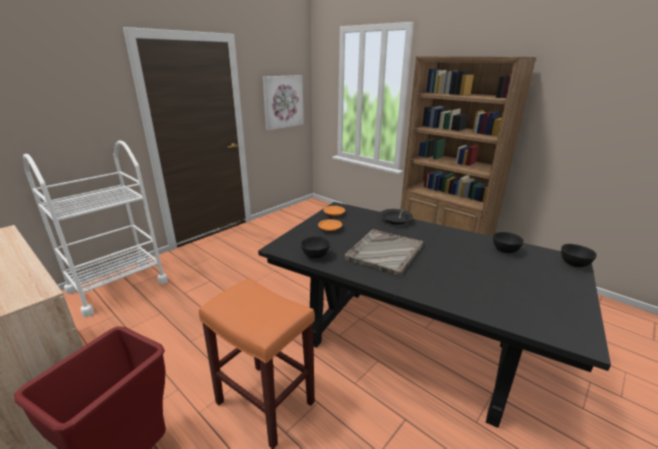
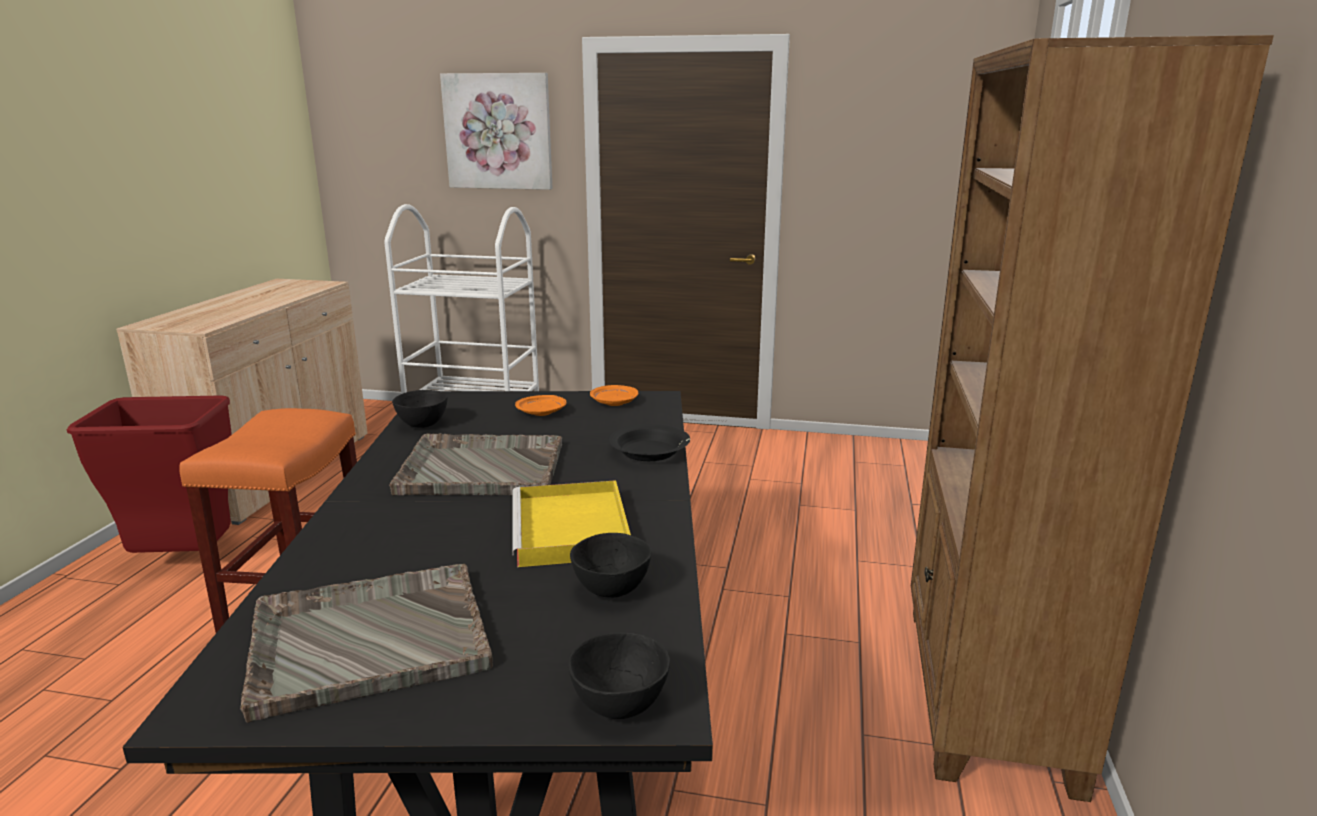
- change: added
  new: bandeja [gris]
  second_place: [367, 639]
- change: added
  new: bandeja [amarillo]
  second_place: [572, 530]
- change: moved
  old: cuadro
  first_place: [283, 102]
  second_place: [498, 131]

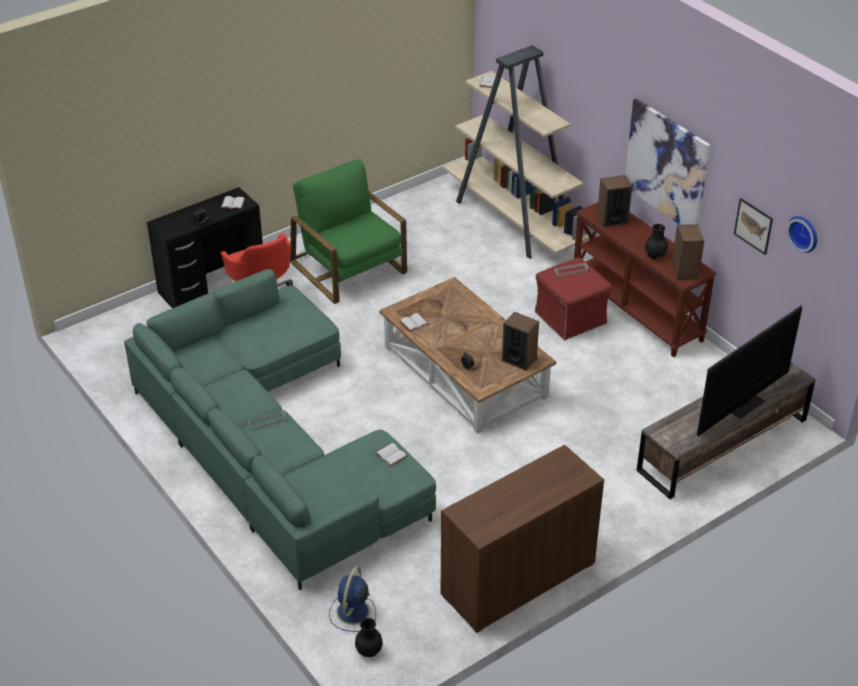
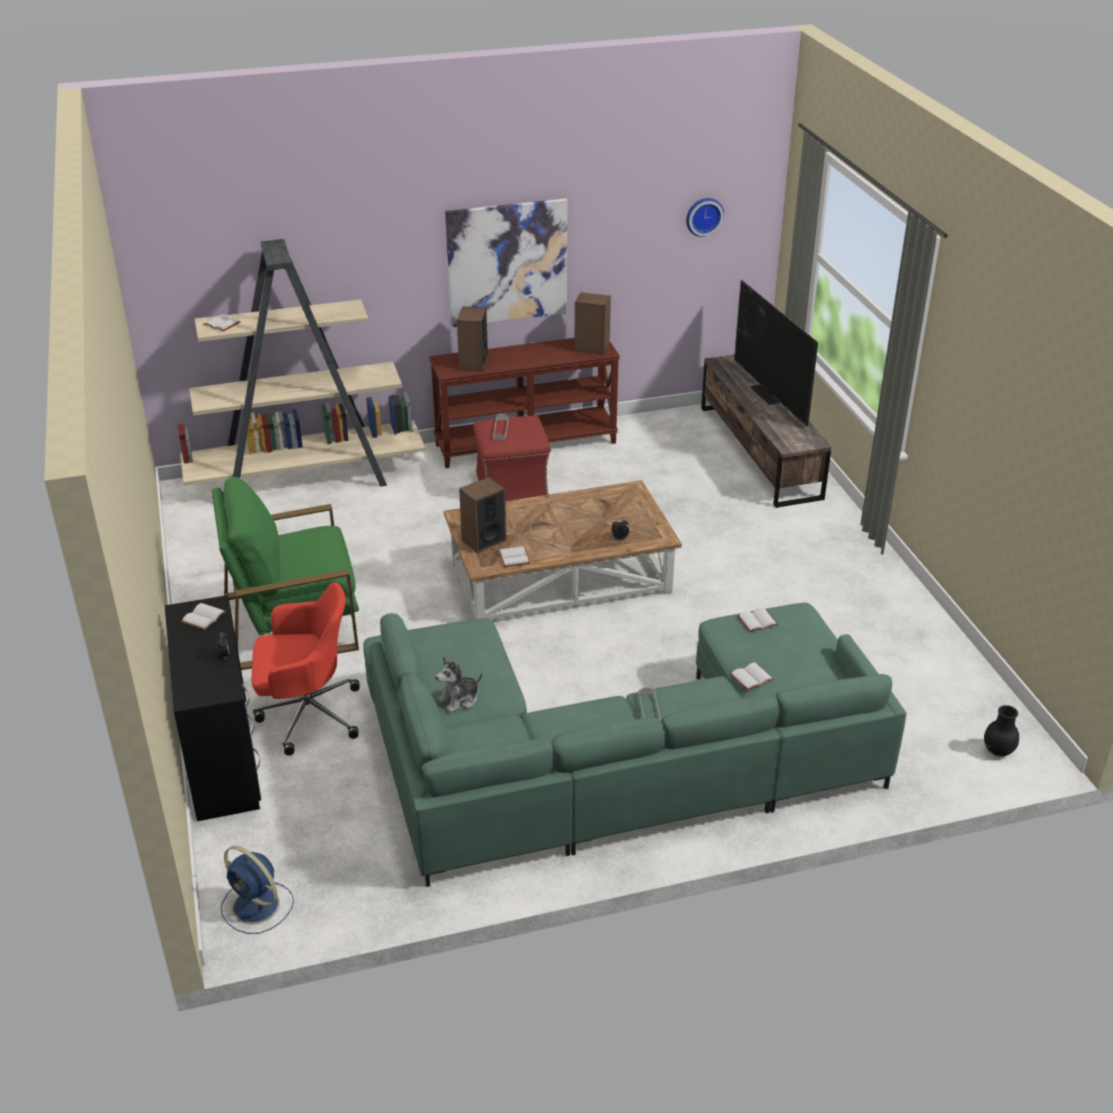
- change: removed
  old: armario [marrón]
  first_place: [518, 579]
- change: removed
  old: florero [negro]
  first_place: [655, 256]
- change: removed
  old: cuadro
  first_place: [753, 226]
- change: added
  new: peluche
  second_place: [459, 699]
- change: added
  new: libro [blanco]
  second_place: [752, 678]
- change: moved
  old: ventilador [azul]
  first_place: [352, 612]
  second_place: [257, 907]
- change: moved
  old: altavoz
  first_place: [519, 359]
  second_place: [483, 540]

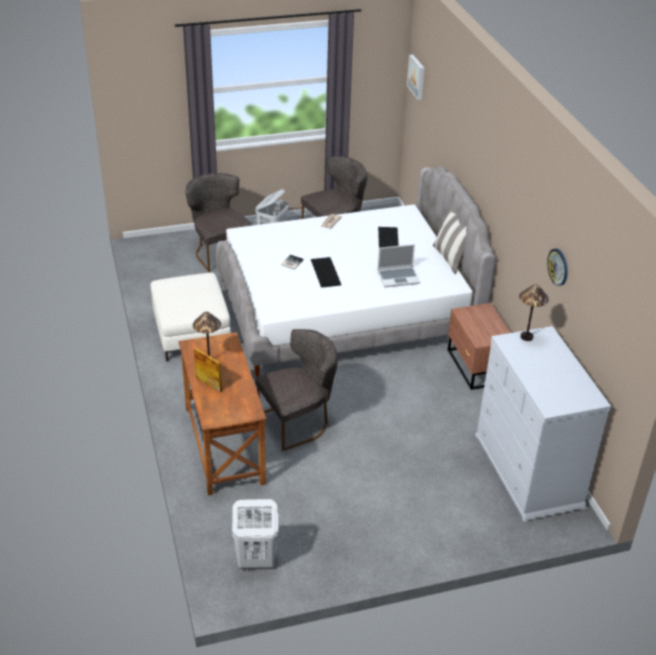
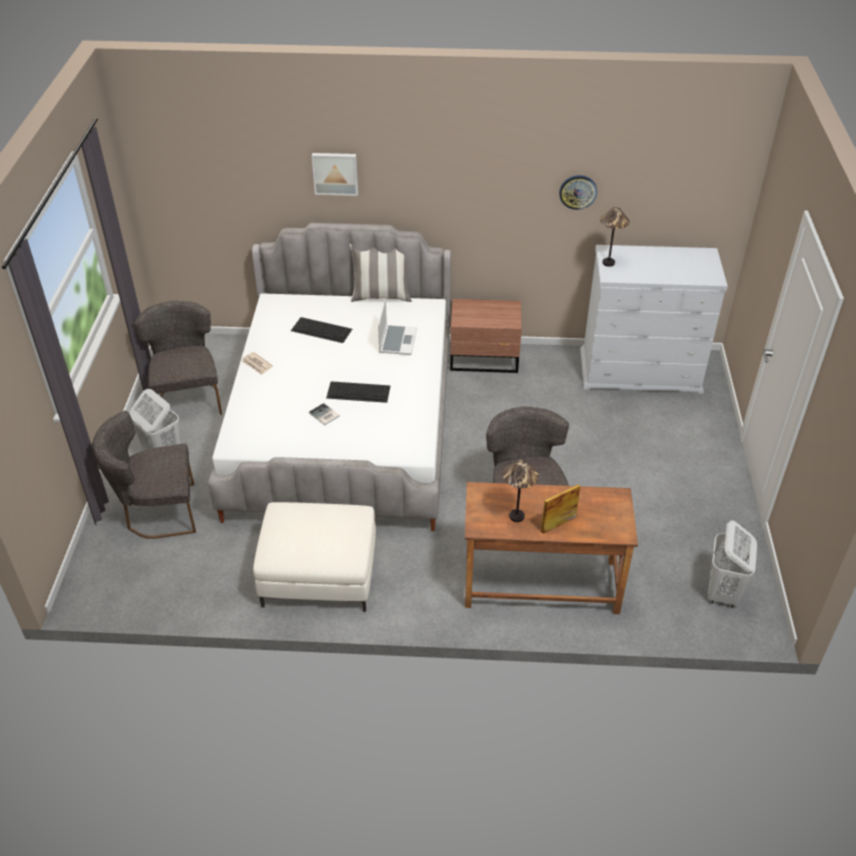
- change: moved
  old: cuadro
  first_place: [417, 76]
  second_place: [335, 173]

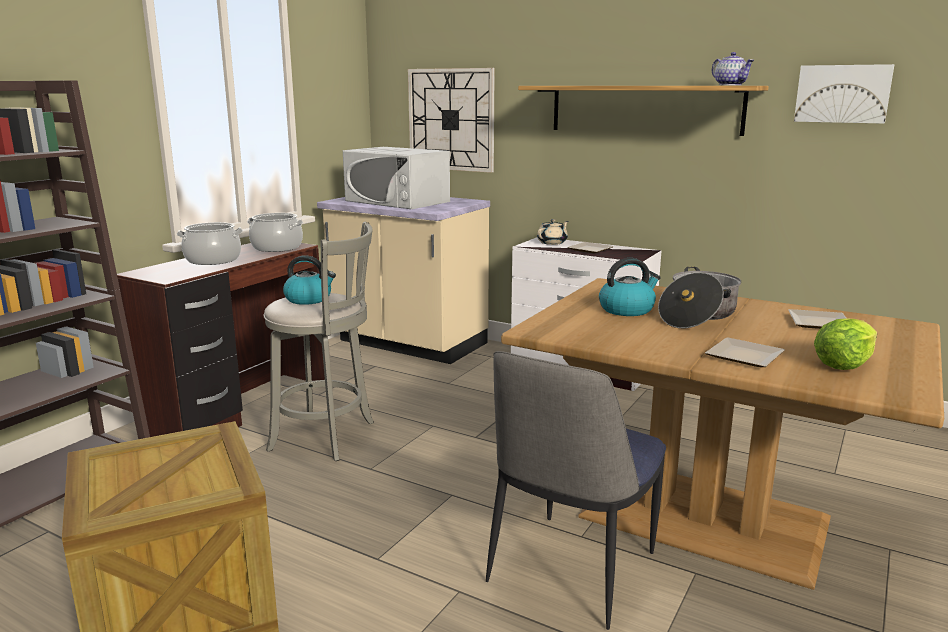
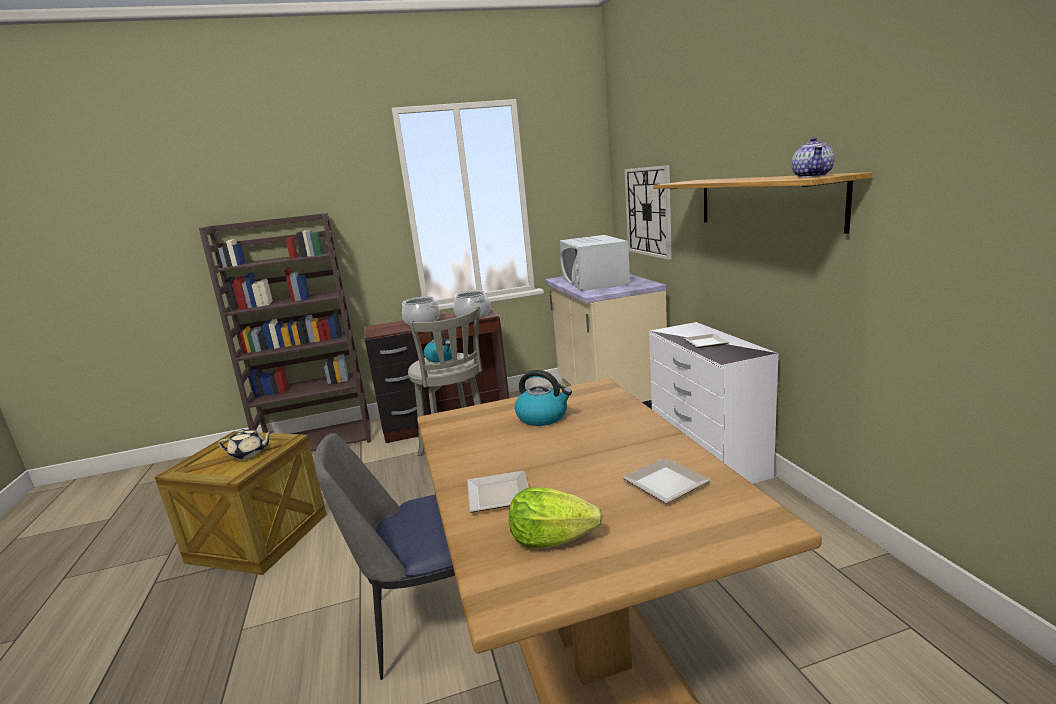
- change: removed
  old: olla
  first_place: [697, 315]
- change: removed
  old: cuadro
  first_place: [842, 94]
- change: moved
  old: tetera [beis]
  first_place: [552, 242]
  second_place: [249, 454]

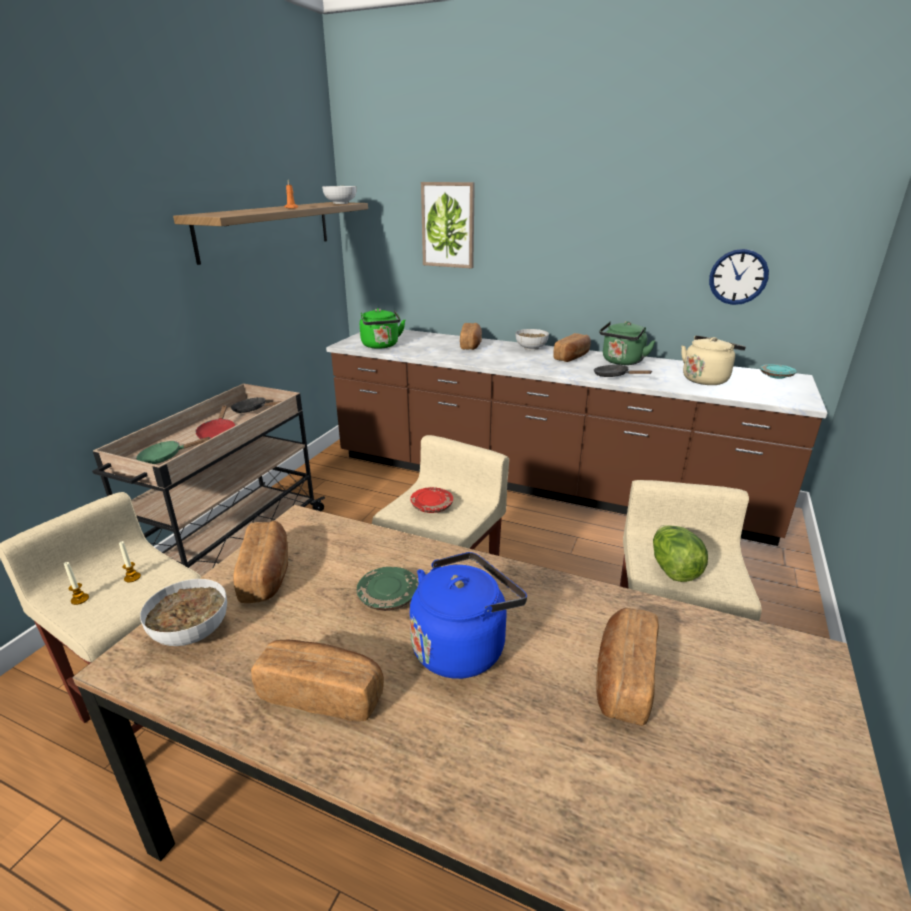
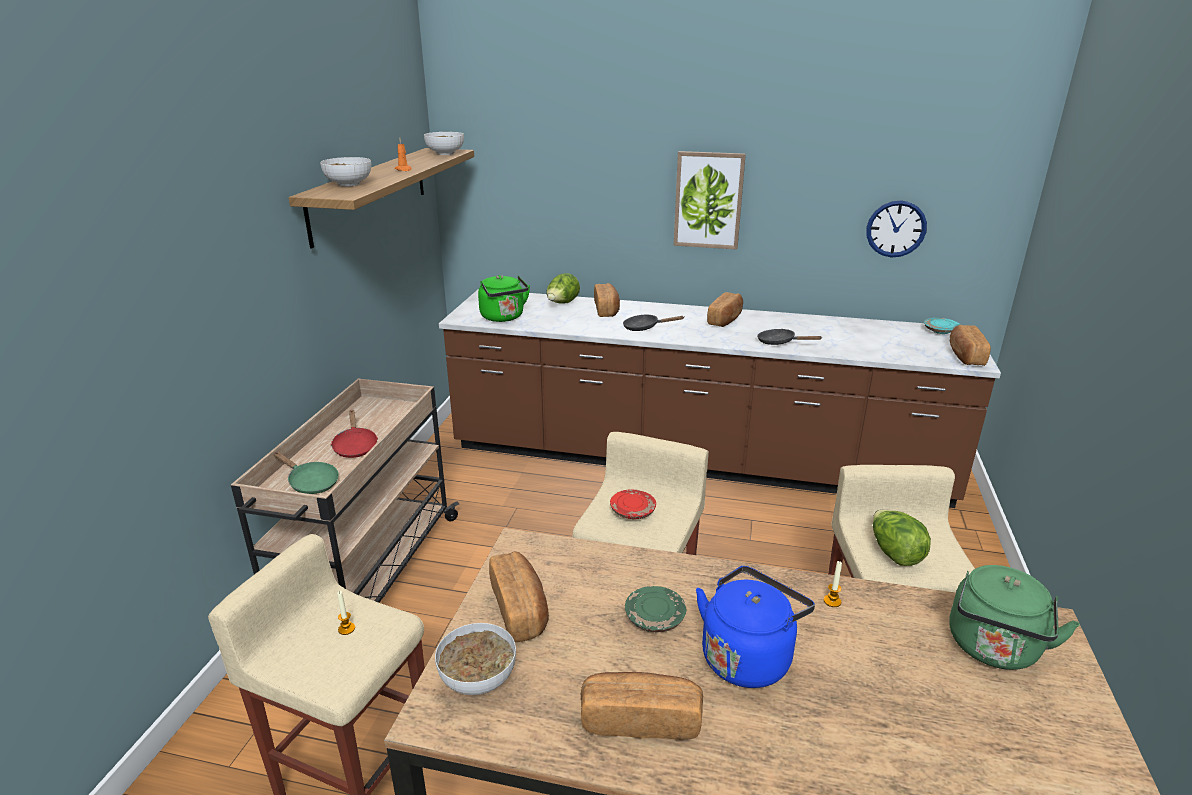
- change: removed
  old: hervidor [beis]
  first_place: [706, 379]
- change: added
  new: lechuga
  second_place: [562, 304]
- change: moved
  old: vela
  first_place: [80, 599]
  second_place: [832, 601]
- change: moved
  old: sartén [negro]
  first_place: [253, 410]
  second_place: [644, 328]
- change: moved
  old: cuadro
  first_place: [448, 225]
  second_place: [708, 200]
- change: moved
  old: cuenco
  first_place: [531, 348]
  second_place: [349, 184]
- change: moved
  old: pan
  first_place: [623, 678]
  second_place: [965, 355]
- change: moved
  old: hervidor [verde]
  first_place: [621, 362]
  second_place: [993, 649]
- change: turned
  old: sartén [verde]
  first_place: [166, 457]
  second_place: [310, 482]
  degrees: -120

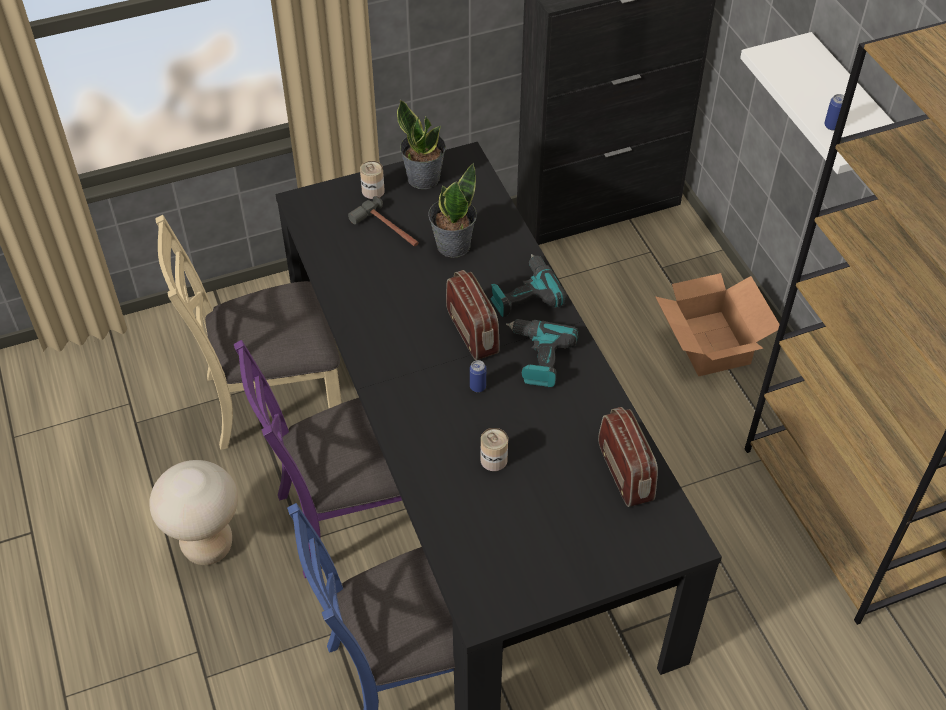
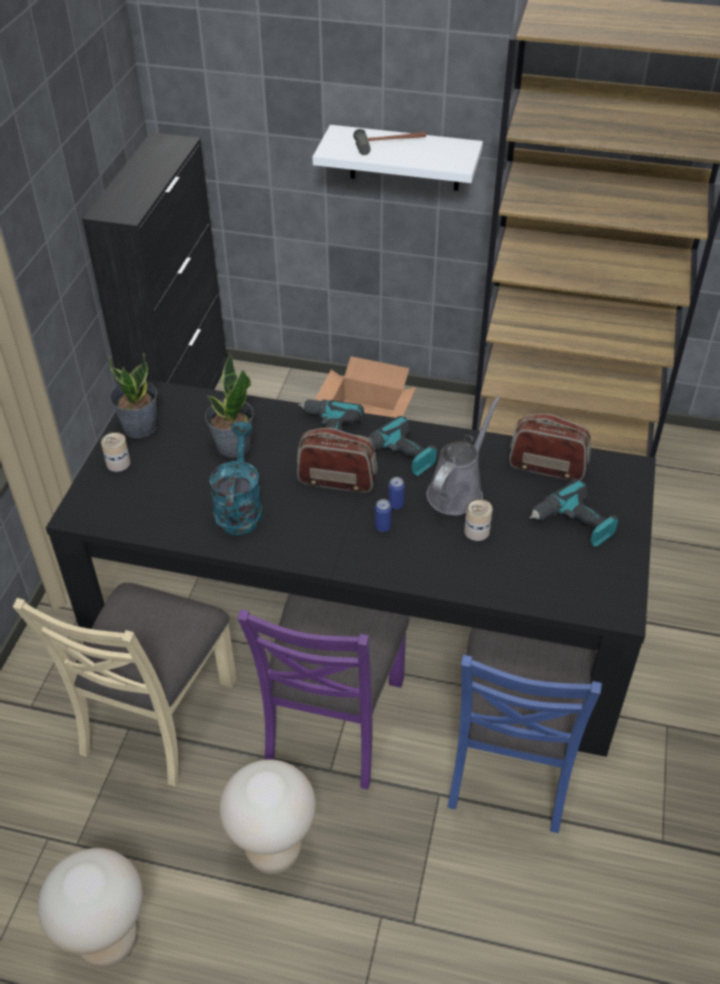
- change: added
  new: taburete [beis]
  second_place: [109, 941]
- change: added
  new: regadera [turquesa]
  second_place: [239, 507]
- change: added
  new: regadera [gris]
  second_place: [458, 491]
- change: added
  new: taladro
  second_place: [573, 524]
- change: moved
  old: martillo
  first_place: [388, 230]
  second_place: [390, 144]
- change: moved
  old: lata
  first_place: [832, 126]
  second_place: [382, 527]

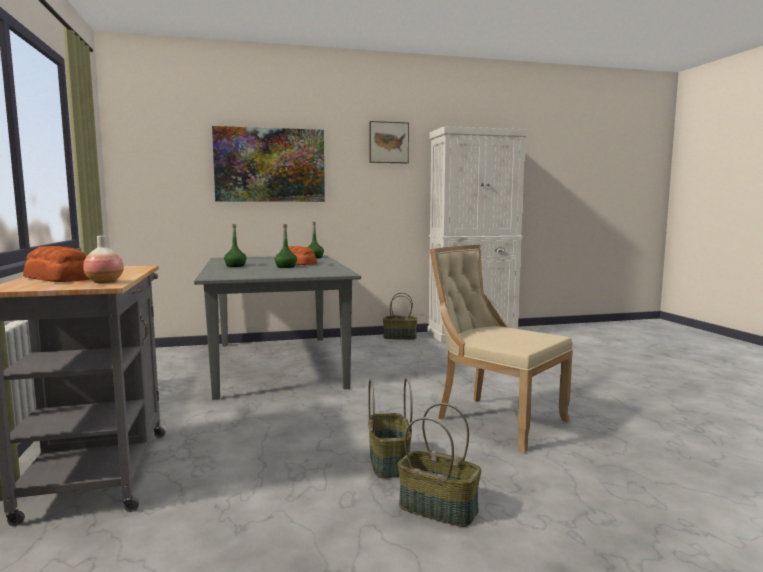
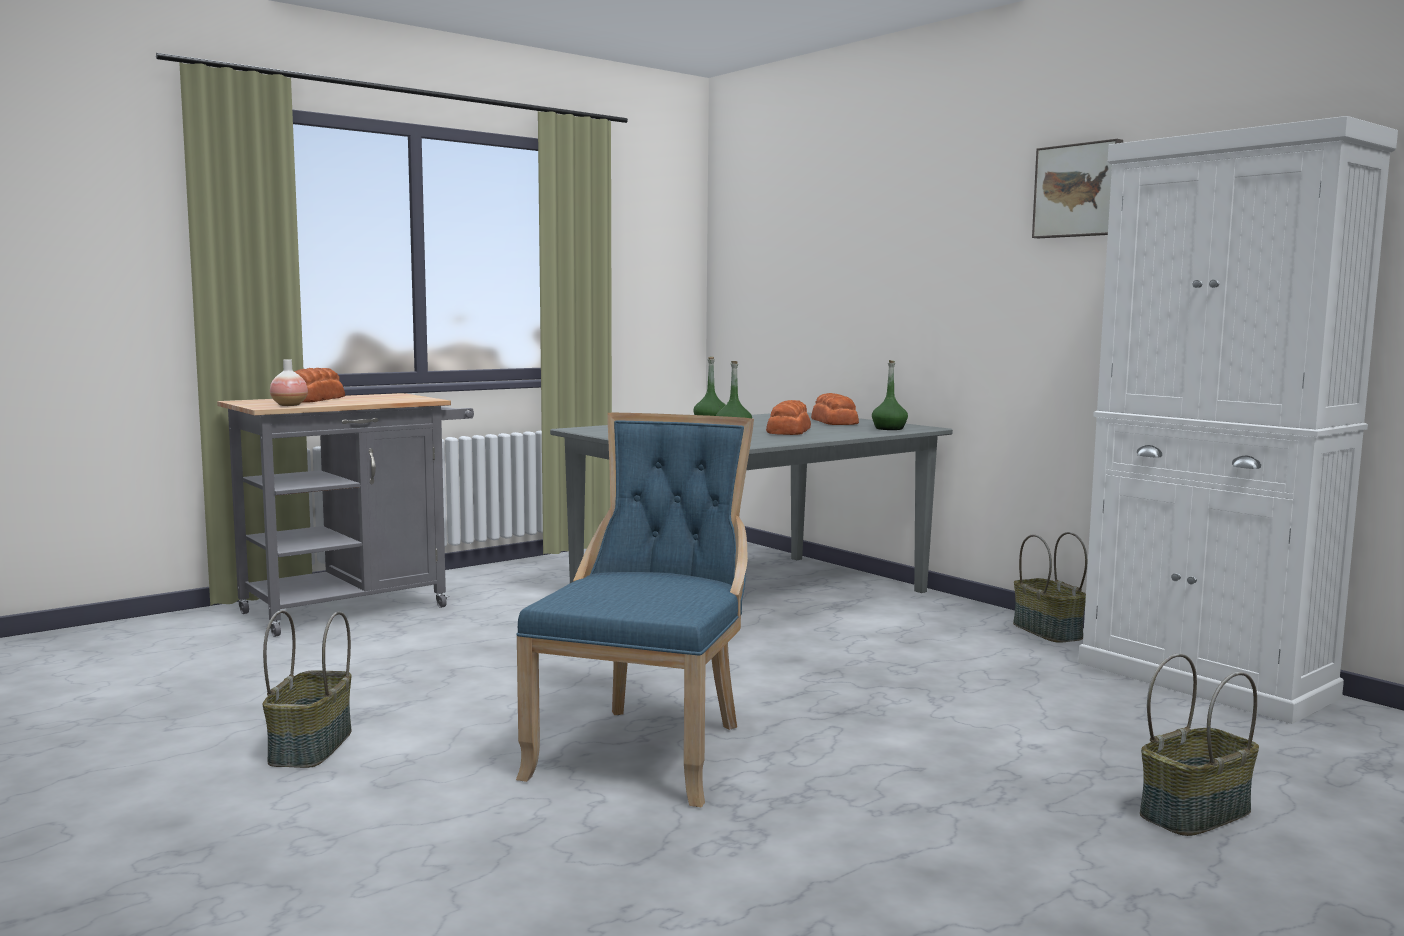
- change: removed
  old: cuadro
  first_place: [270, 165]
- change: added
  new: pan
  second_place: [834, 422]
- change: moved
  old: cesta
  first_place: [388, 462]
  second_place: [1194, 812]
- change: recoloured
  old: silla [beis]
  new: silla [azul]
  first_place: [495, 420]
  second_place: [647, 750]

